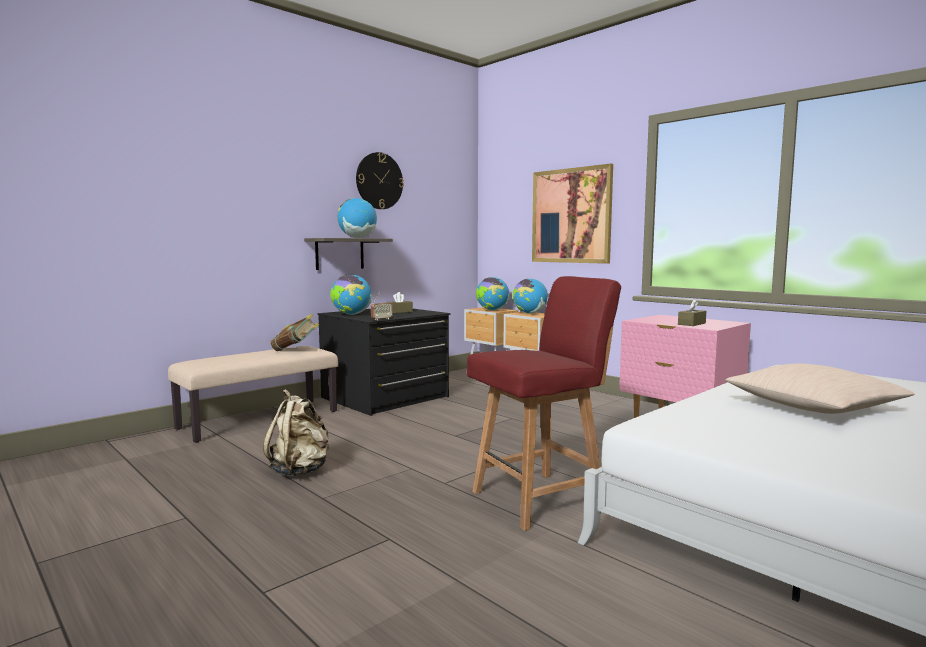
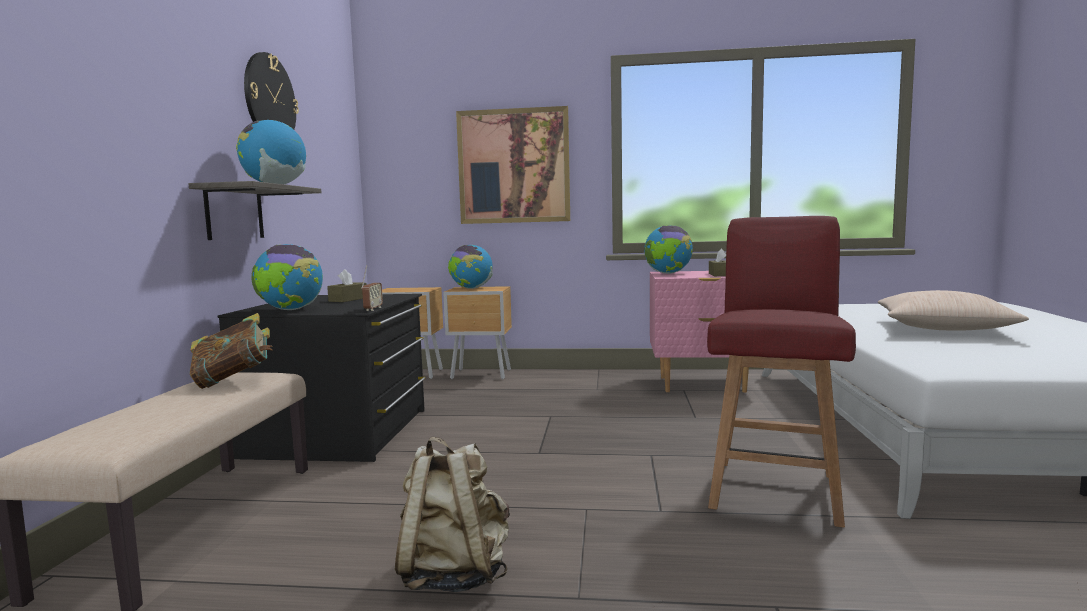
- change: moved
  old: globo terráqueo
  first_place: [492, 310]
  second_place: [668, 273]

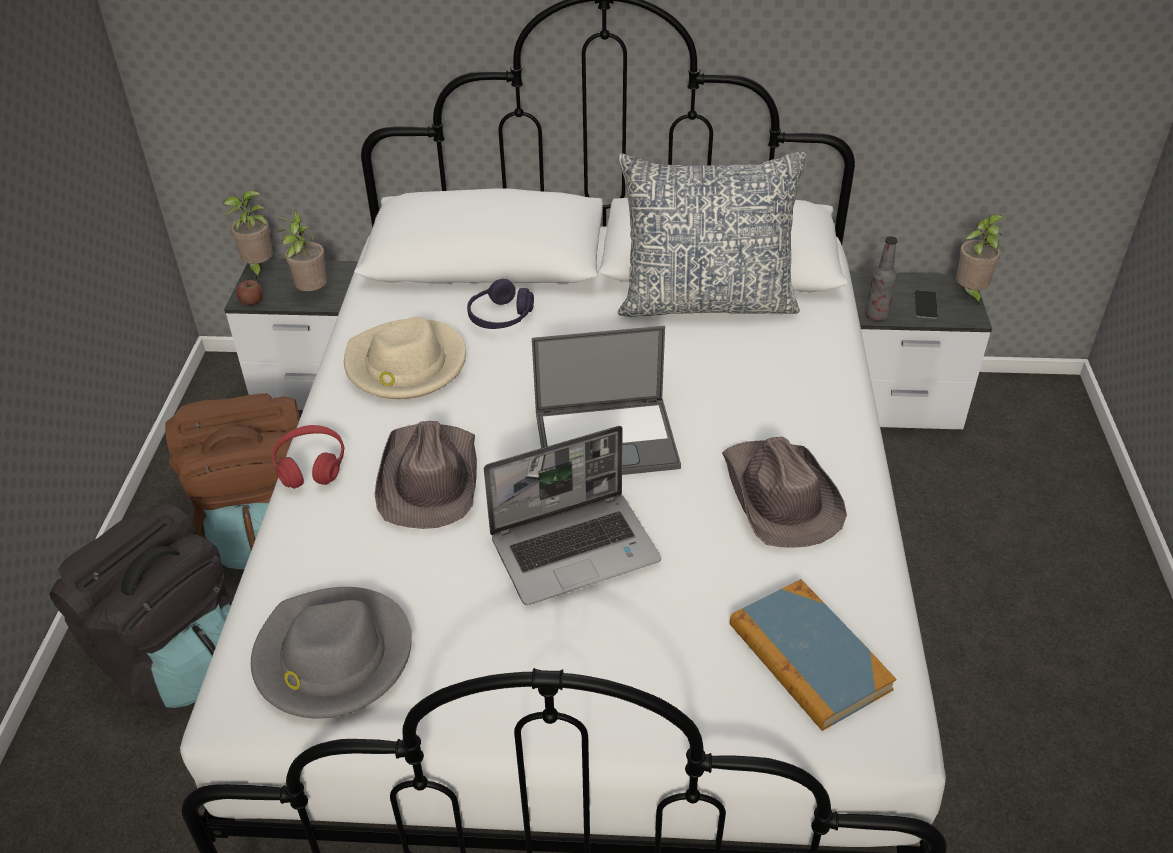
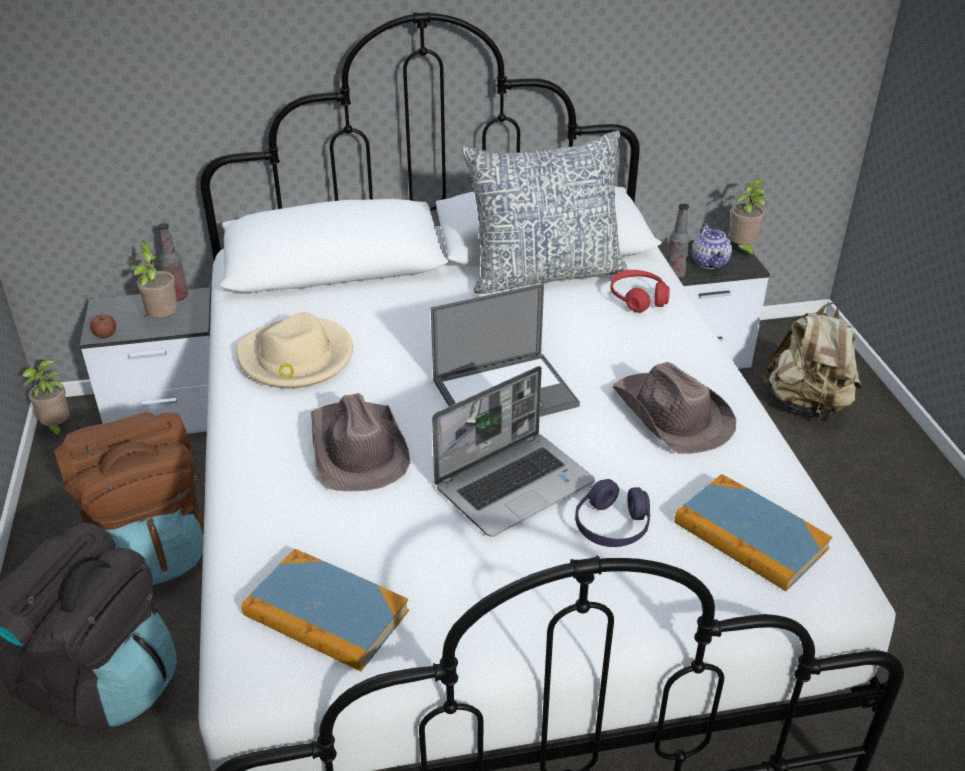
- change: added
  new: botella
  second_place: [177, 296]
- change: added
  new: mochila [beis]
  second_place: [806, 405]
- change: moved
  old: planta en maceta
  first_place: [258, 268]
  second_place: [57, 428]
- change: moved
  old: auriculares [rojo]
  first_place: [311, 466]
  second_place: [638, 298]
- change: moved
  old: auriculares [morado]
  first_place: [500, 317]
  second_place: [612, 526]
- change: replaced
  old: sombrero [gris]
  new: libro
  first_place: [332, 657]
  second_place: [326, 614]
- change: replaced
  old: móvil
  new: tetera
  first_place: [925, 305]
  second_place: [710, 262]

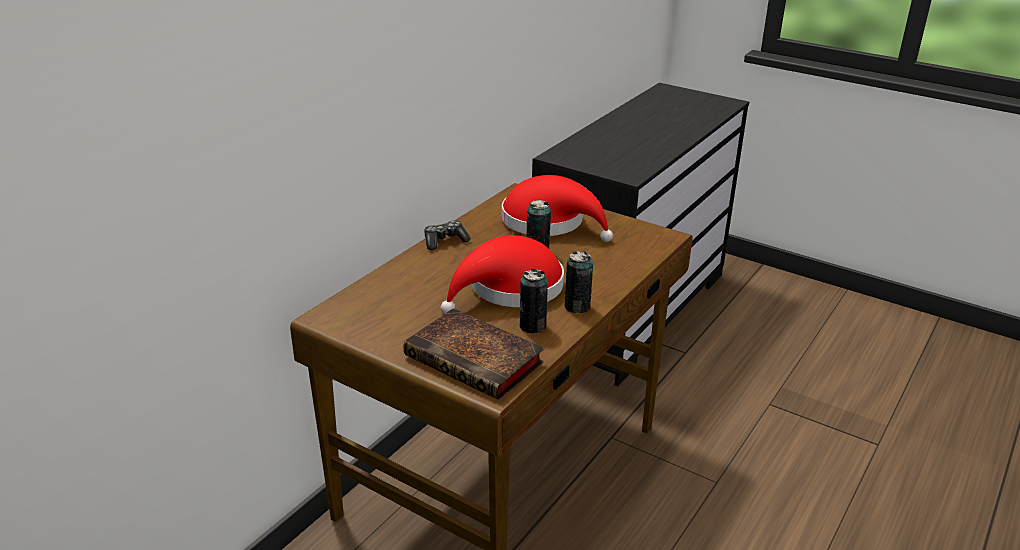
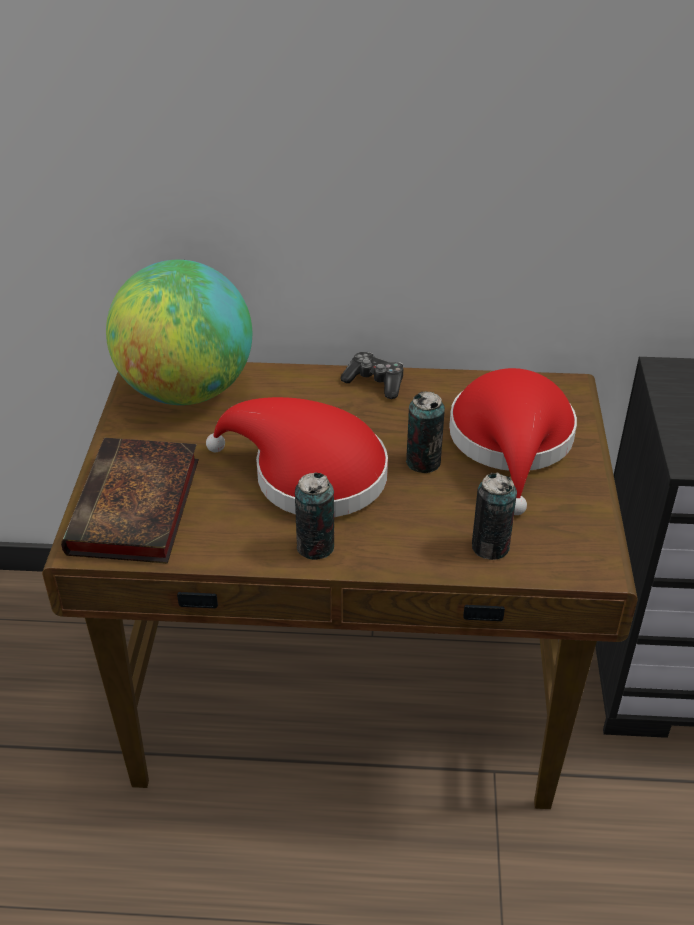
- change: added
  new: globo terráqueo
  second_place: [187, 391]
- change: moved
  old: lata
  first_place: [532, 326]
  second_place: [490, 547]

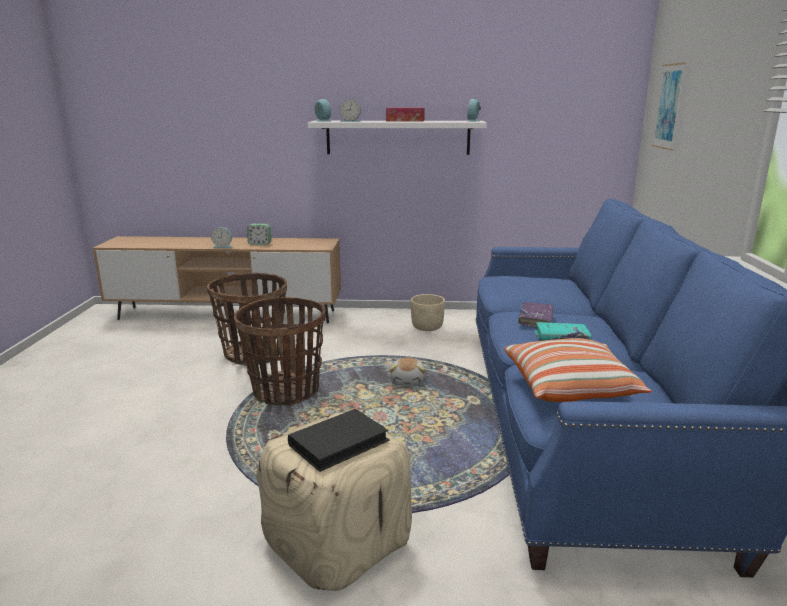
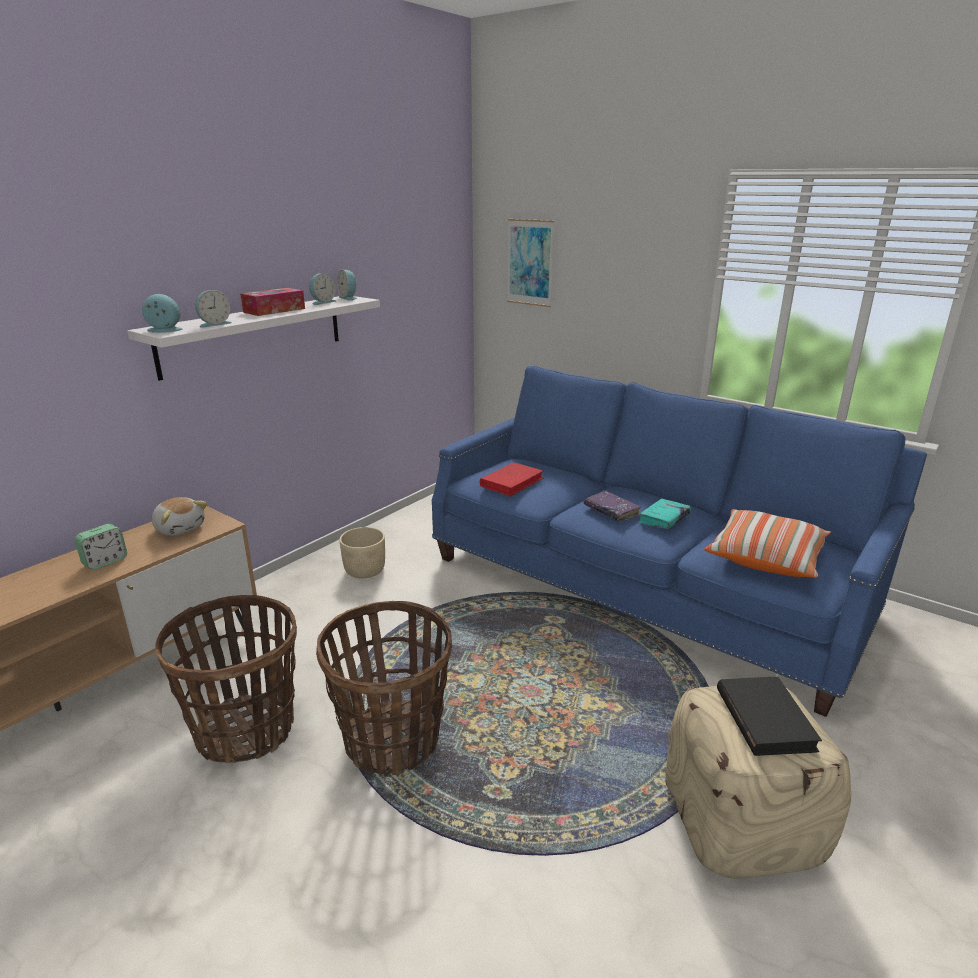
- change: added
  new: libro [rojo]
  second_place: [512, 482]
- change: moved
  old: despertador
  first_place: [223, 247]
  second_place: [322, 302]
- change: moved
  old: peluche
  first_place: [408, 380]
  second_place: [180, 528]

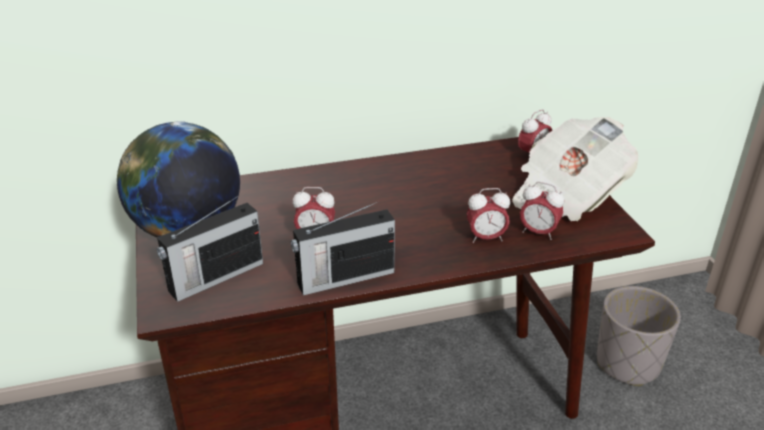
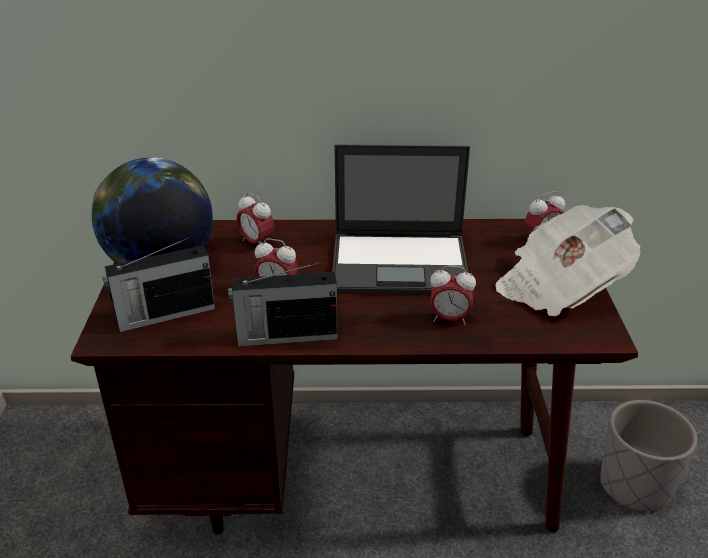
- change: added
  new: portátil
  second_place: [401, 264]
- change: moved
  old: despertador
  first_place: [538, 232]
  second_place: [256, 243]

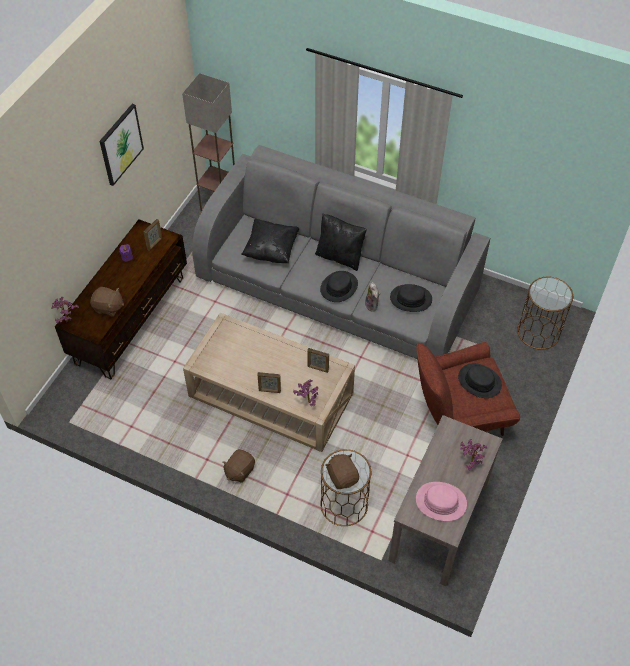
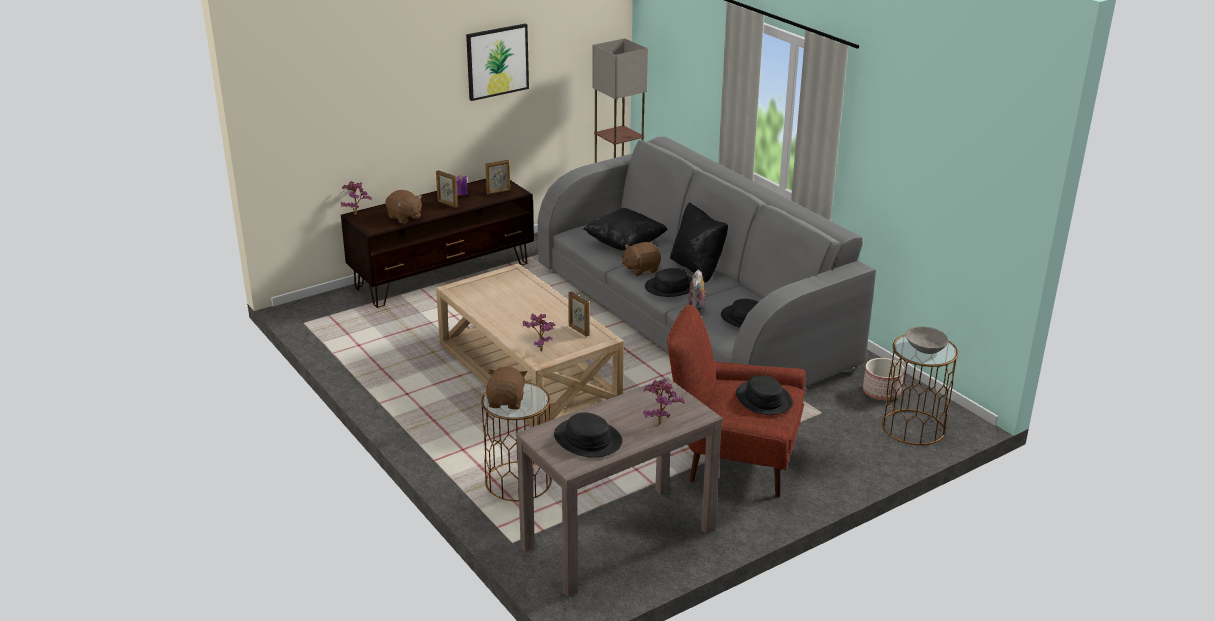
- change: added
  new: maceta
  second_place: [882, 392]
- change: added
  new: cuenco [gris]
  second_place: [925, 347]
- change: moved
  old: peluche [marrón]
  first_place: [239, 471]
  second_place: [640, 269]
- change: moved
  old: portarretratos
  first_place: [269, 391]
  second_place: [447, 204]
- change: recoloured
  old: sombrero [rosa]
  new: sombrero [negro]
  first_place: [441, 502]
  second_place: [587, 439]

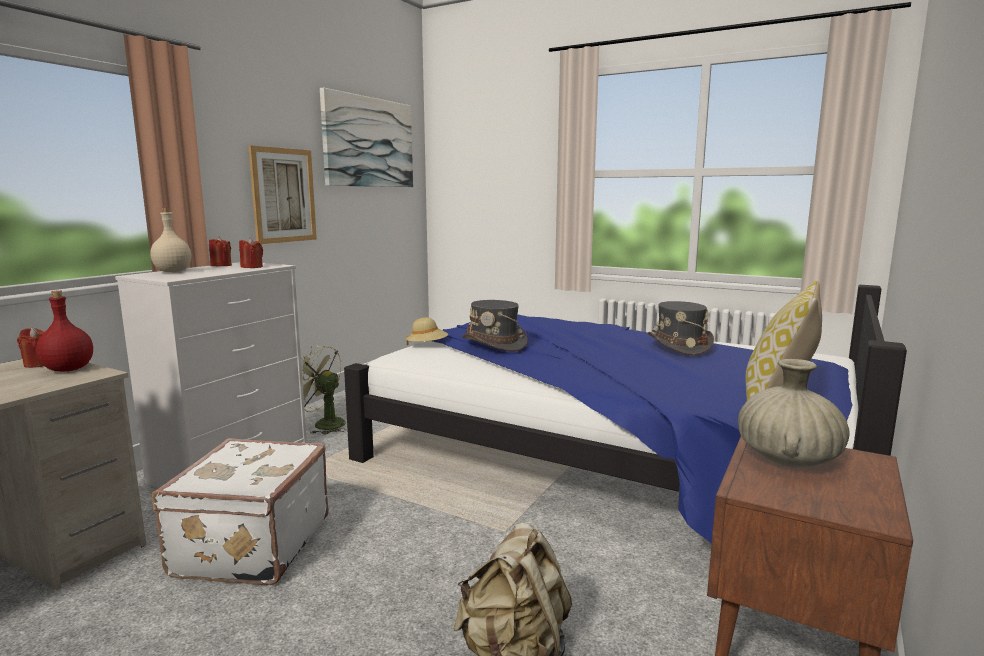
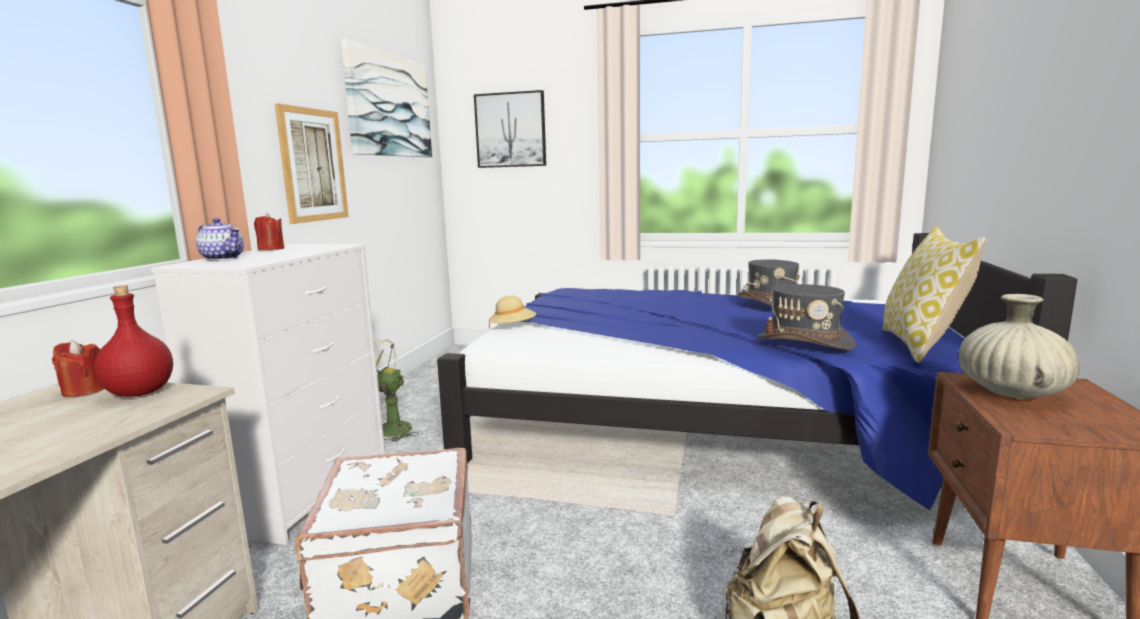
- change: removed
  old: vela [rojo]
  first_place: [252, 267]
- change: added
  new: cuadro
  second_place: [510, 130]
- change: moved
  old: sombrero [gris]
  first_place: [494, 344]
  second_place: [805, 342]
- change: replaced
  old: botella [beis]
  new: tetera
  first_place: [173, 271]
  second_place: [223, 258]

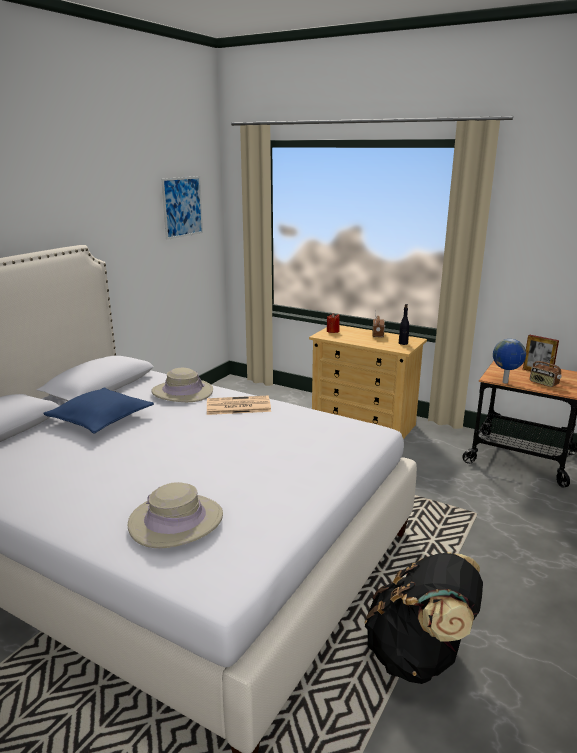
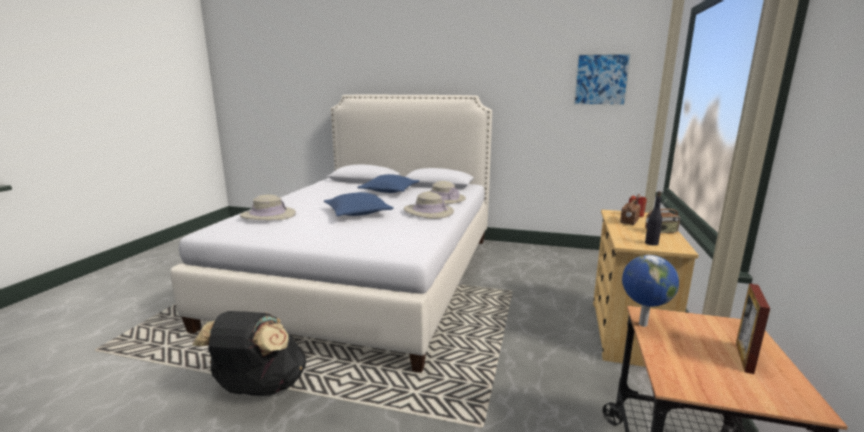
- change: added
  new: cojín [azul]
  second_place: [358, 213]
- change: moved
  old: radio
  first_place: [543, 383]
  second_place: [628, 222]
- change: replaced
  old: periódico
  new: sombrero [beis]
  first_place: [237, 406]
  second_place: [428, 212]

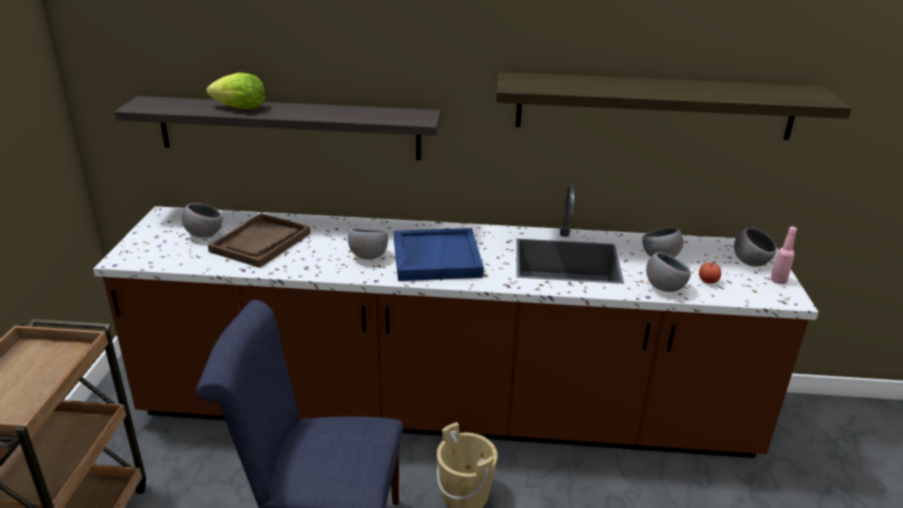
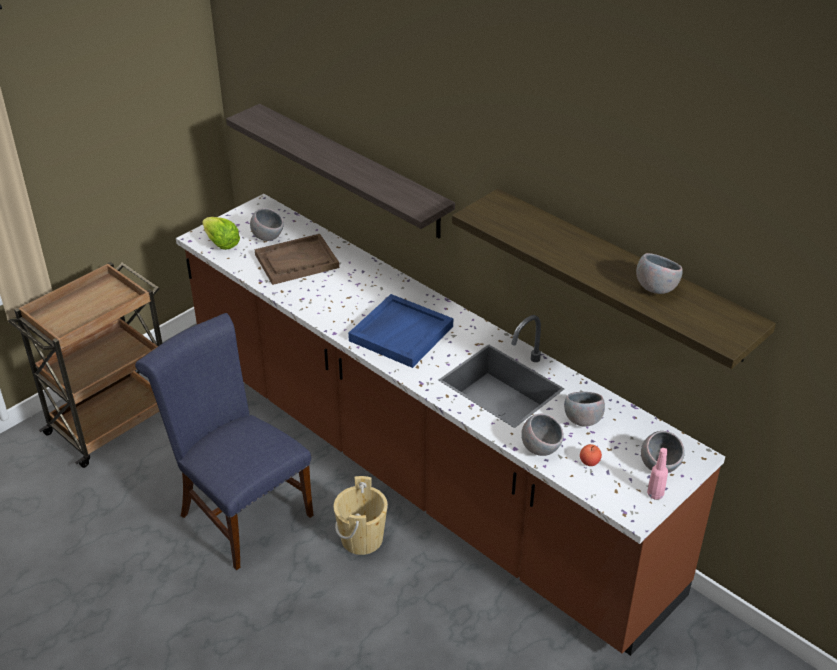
- change: moved
  old: lechuga
  first_place: [240, 108]
  second_place: [221, 243]
- change: moved
  old: cuenco [gris]
  first_place: [368, 257]
  second_place: [655, 289]

